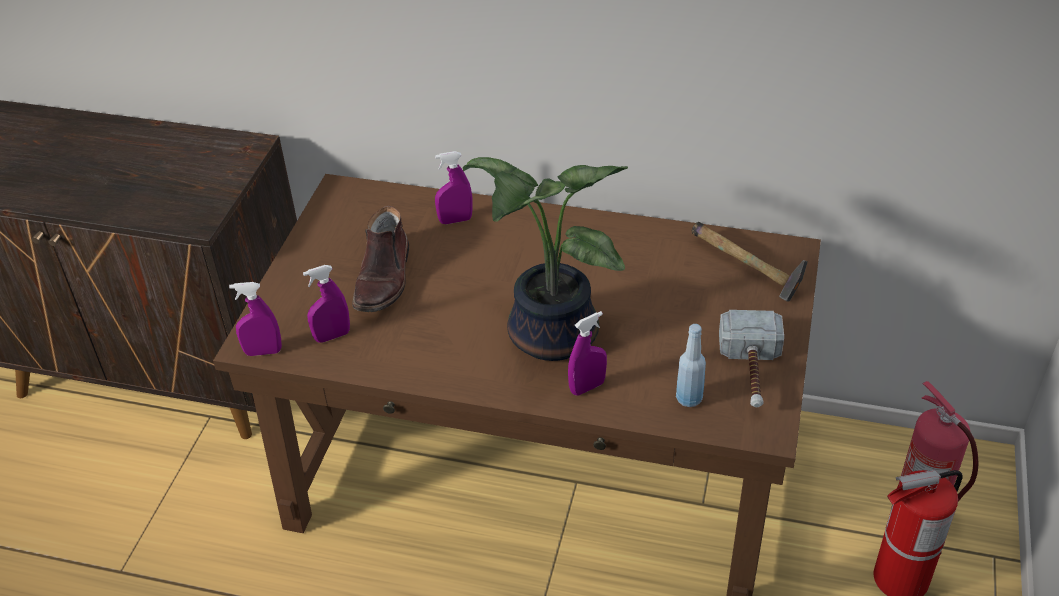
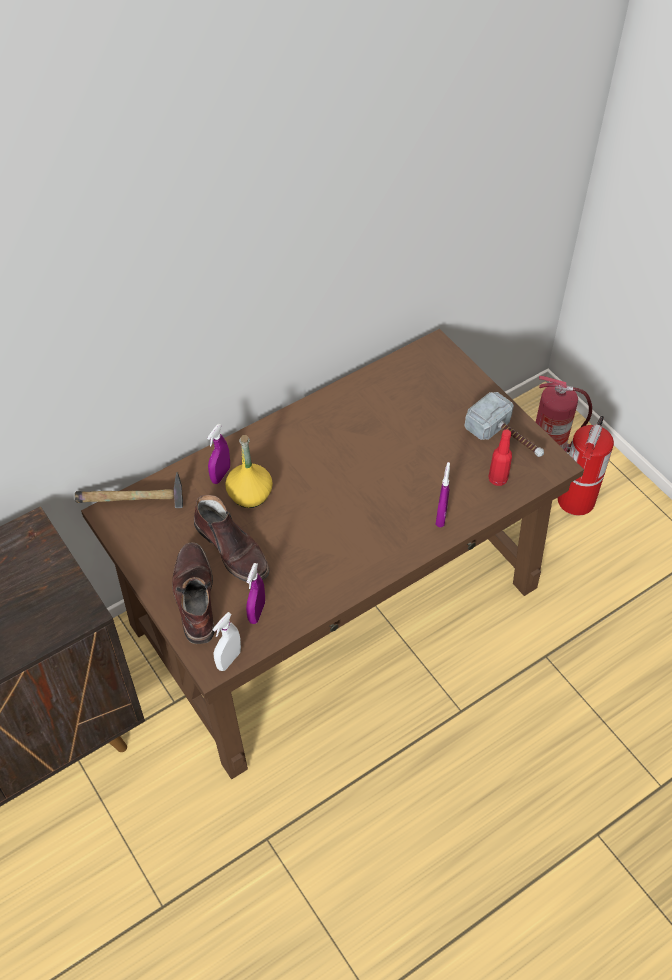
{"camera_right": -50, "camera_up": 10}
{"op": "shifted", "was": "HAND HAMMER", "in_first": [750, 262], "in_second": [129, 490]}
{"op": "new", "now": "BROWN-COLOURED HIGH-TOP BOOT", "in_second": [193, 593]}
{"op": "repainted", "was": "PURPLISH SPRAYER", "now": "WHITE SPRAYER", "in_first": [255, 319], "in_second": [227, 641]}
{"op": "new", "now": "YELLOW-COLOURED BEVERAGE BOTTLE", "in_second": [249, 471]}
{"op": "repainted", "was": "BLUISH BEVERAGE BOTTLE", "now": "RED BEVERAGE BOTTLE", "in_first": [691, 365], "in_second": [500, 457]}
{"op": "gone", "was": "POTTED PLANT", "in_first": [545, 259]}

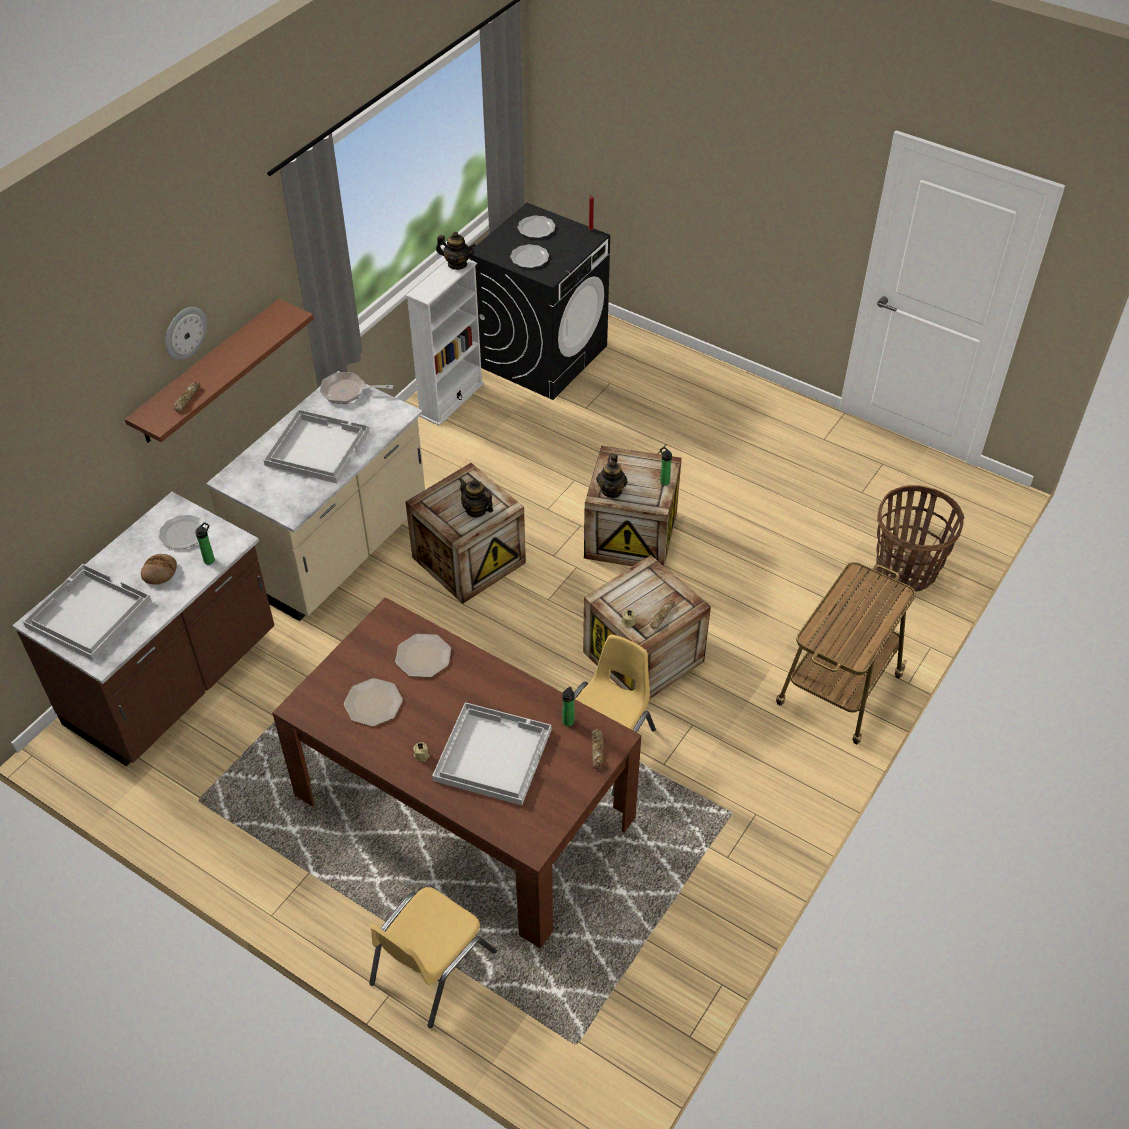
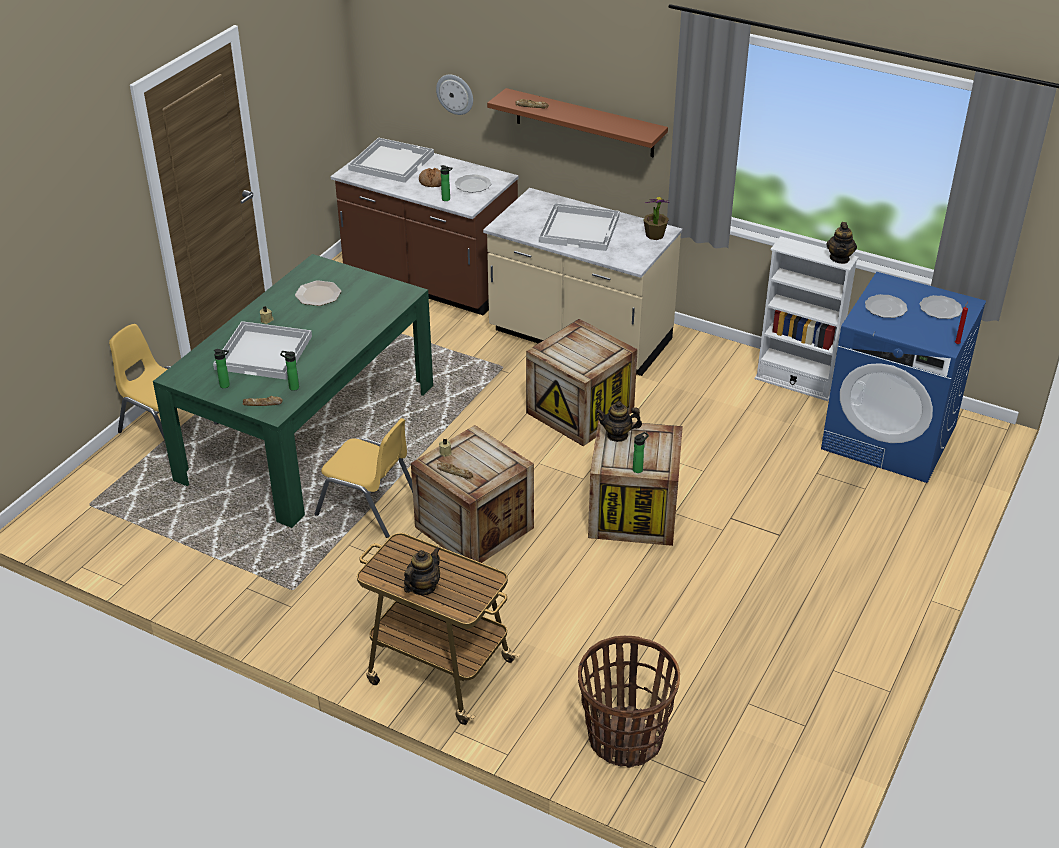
{"camera_right": 85, "camera_up": -10}
{"op": "repainted", "was": "BROWN-COLOURED DINNER TABLE", "now": "GREENISH DINNER TABLE", "in_first": [456, 773], "in_second": [293, 391]}
{"op": "new", "now": "BEVERAGE BOTTLE", "in_second": [222, 368]}
{"op": "shifted", "was": "POT FOR TEA", "in_first": [475, 498], "in_second": [422, 571]}
{"op": "shifted", "was": "CLOCK ON THE WALL", "in_first": [186, 333], "in_second": [454, 95]}
{"op": "swapped", "was": "PAN", "now": "POTTED PLANT", "in_first": [356, 388], "in_second": [656, 218]}
{"op": "repainted", "was": "BLACKISH LAUNDRY MACHINE", "now": "BLUISH LAUNDRY MACHINE", "in_first": [540, 301], "in_second": [903, 377]}
{"op": "gone", "was": "DINNER PLATE", "in_first": [423, 655]}

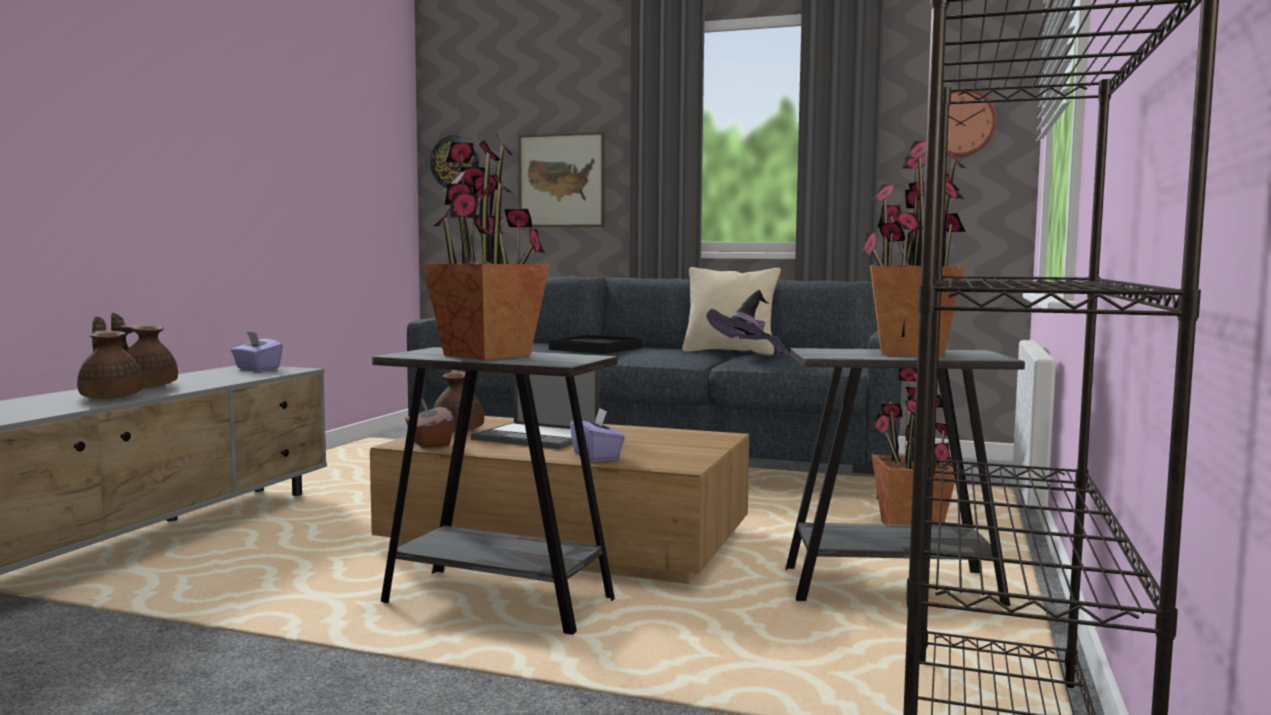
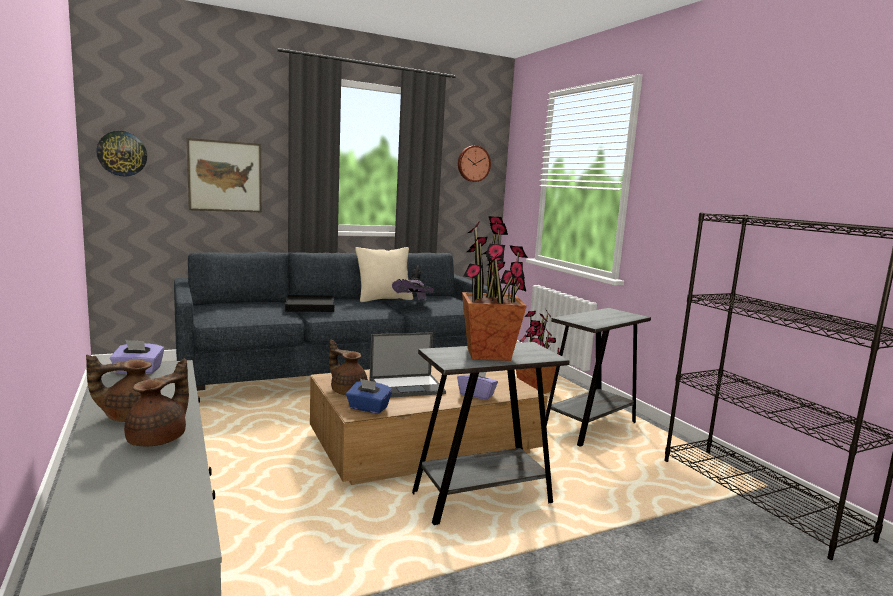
{"camera_right": -45, "camera_up": 5}
{"op": "rotated", "was": "BROWN-COLOURED POT FOR TEA", "in_first": [110, 357], "in_second": [156, 402], "clockwise": 105}
{"op": "repainted", "was": "BROWN-COLOURED BOX OF TISSUES", "now": "BLUISH BOX OF TISSUES", "in_first": [429, 423], "in_second": [369, 396]}
{"op": "gone", "was": "POTTED PLANT", "in_first": [913, 249]}

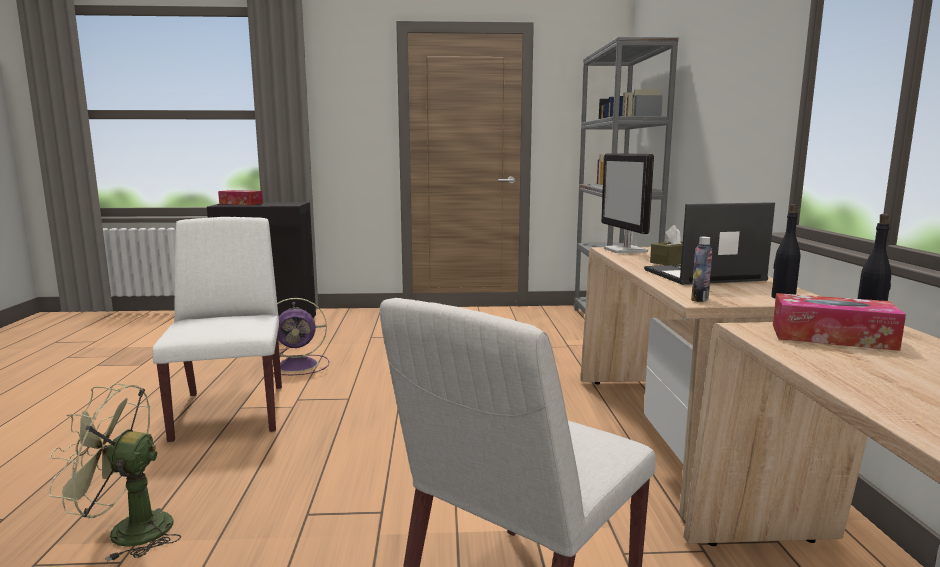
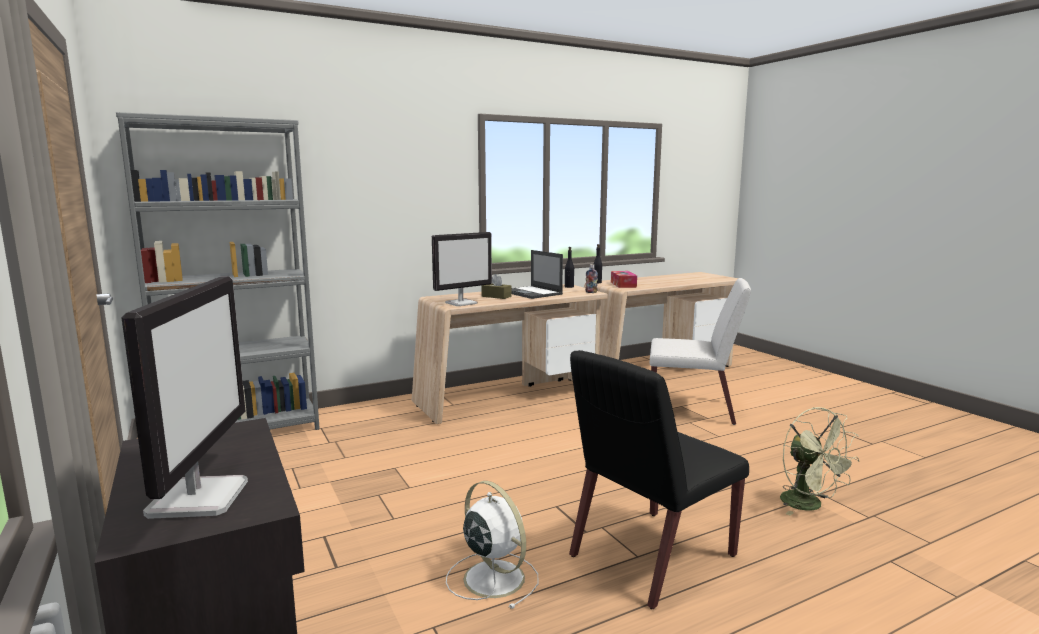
{"camera_right": -115, "camera_up": 0}
{"op": "swapped", "was": "BOX OF TISSUES", "now": "MONITOR", "in_first": [240, 197], "in_second": [185, 397]}
{"op": "repainted", "was": "PURPLISH ELECTRIC FAN", "now": "WHITE ELECTRIC FAN", "in_first": [301, 337], "in_second": [492, 545]}
{"op": "repainted", "was": "WHITE CHAIR", "now": "BLACKISH CHAIR", "in_first": [217, 330], "in_second": [659, 479]}

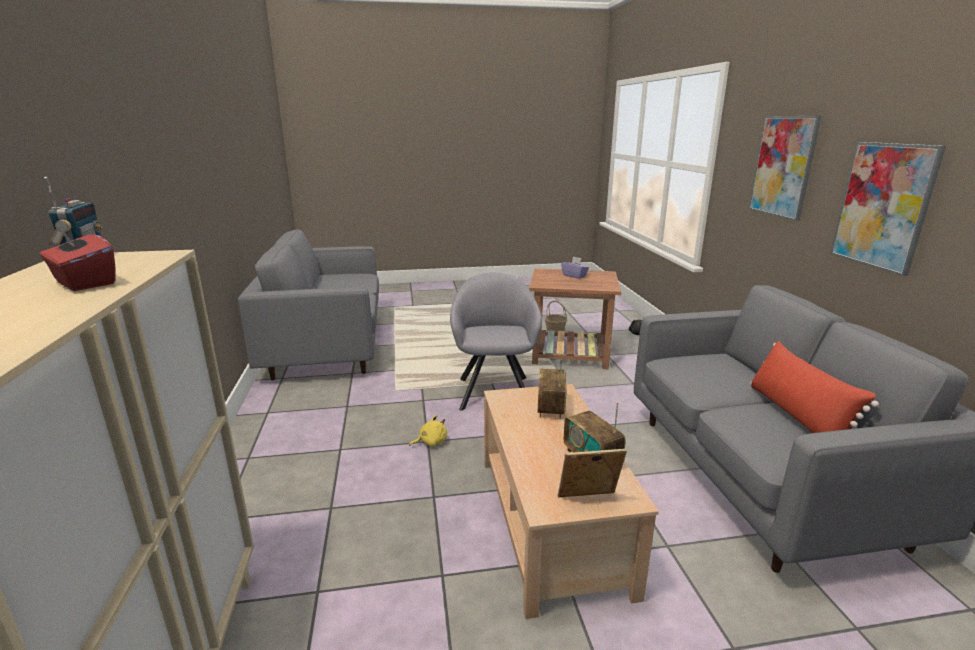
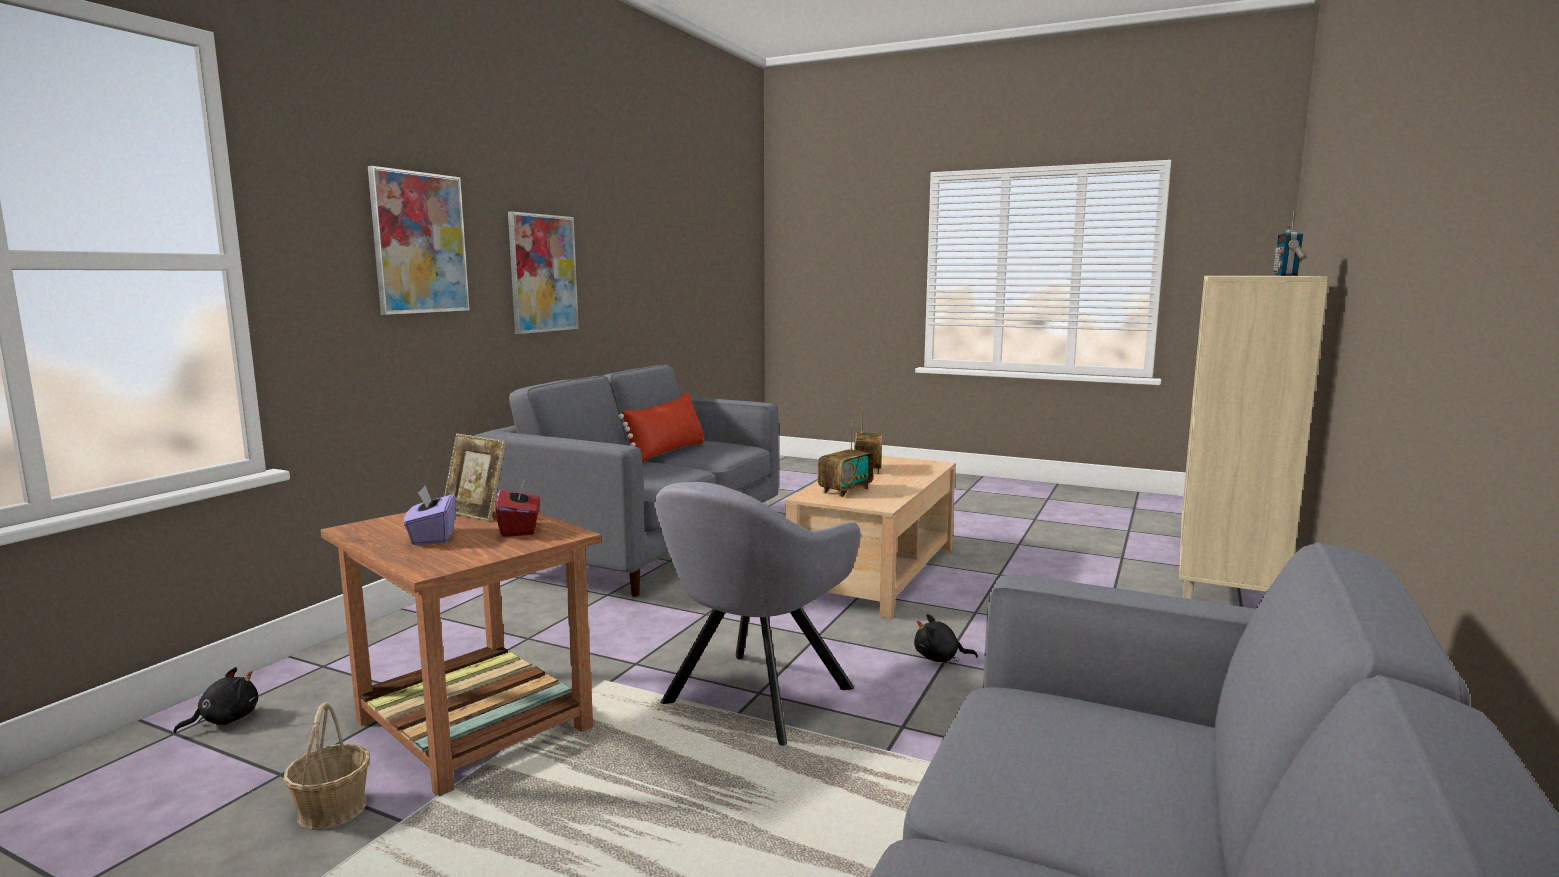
{"camera_right": -145, "camera_up": -10}
{"op": "shifted", "was": "PHOTO FRAME", "in_first": [592, 473], "in_second": [475, 477]}
{"op": "shifted", "was": "RED BOX OF TISSUES", "in_first": [77, 258], "in_second": [517, 507]}
{"op": "repainted", "was": "YELLOW-COLOURED PLUSH TOY", "now": "BLACKISH PLUSH TOY", "in_first": [428, 431], "in_second": [946, 638]}

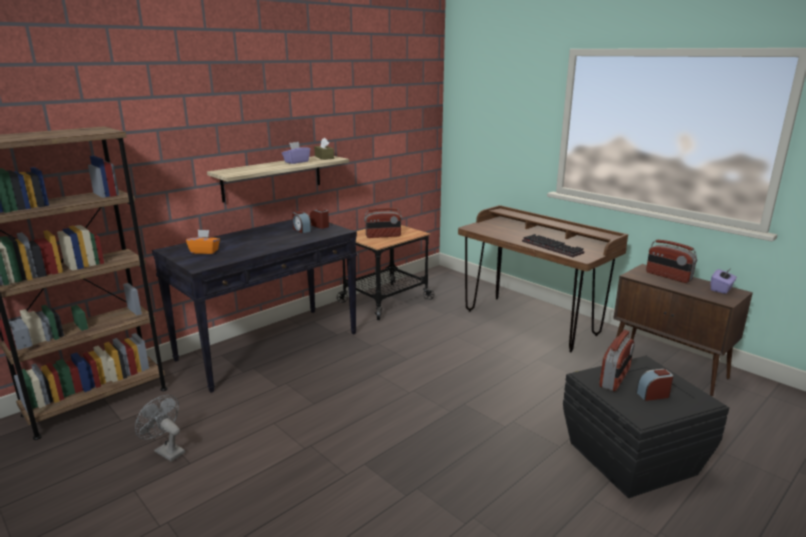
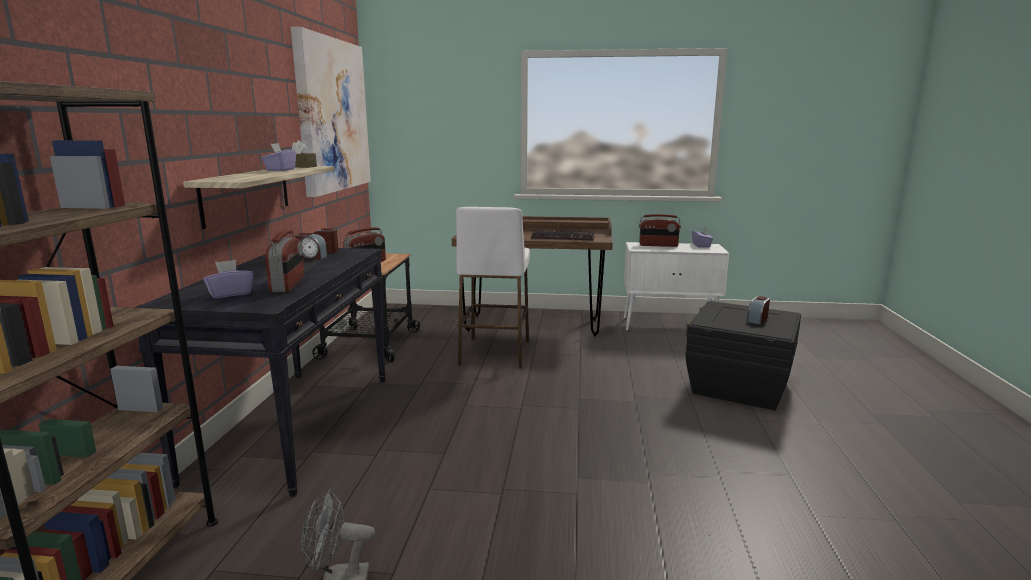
{"camera_right": -40, "camera_up": -5}
{"op": "repainted", "was": "ORANGEY BOX OF TISSUES", "now": "PURPLISH BOX OF TISSUES", "in_first": [203, 242], "in_second": [228, 279]}
{"op": "shifted", "was": "RADIO", "in_first": [617, 360], "in_second": [284, 261]}
{"op": "new", "now": "WALL ART", "in_second": [331, 112]}
{"op": "new", "now": "WHITE STOOL", "in_second": [493, 288]}
{"op": "repainted", "was": "BROWN-COLOURED CABINET", "now": "WHITE CABINET", "in_first": [683, 330], "in_second": [676, 286]}

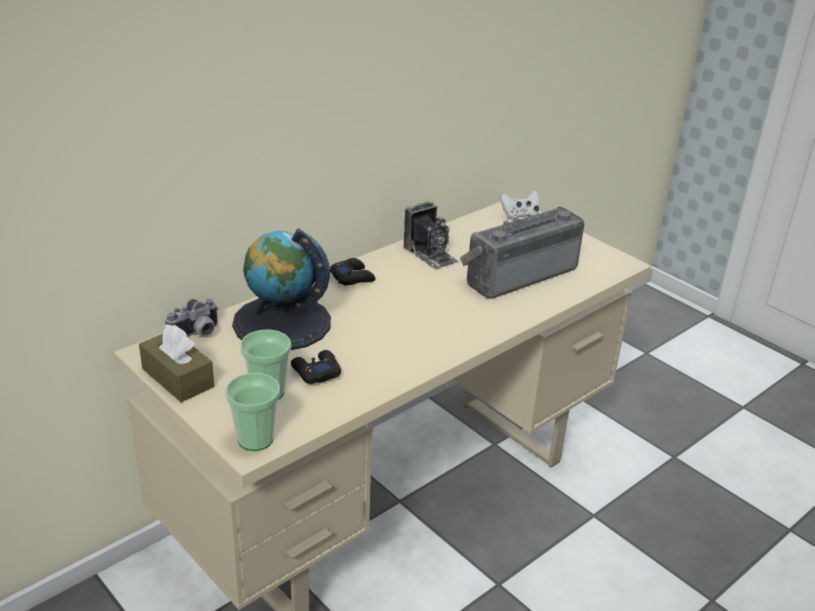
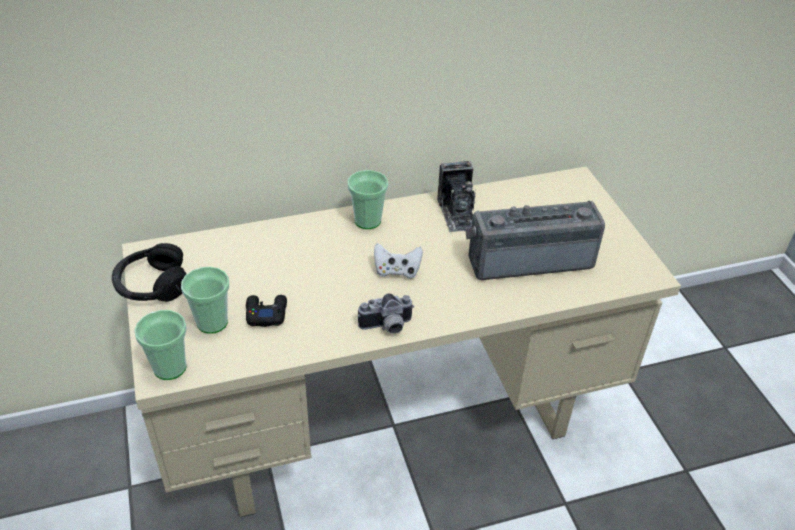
{"camera_right": 25, "camera_up": 10}
{"op": "swapped", "was": "BROWN-COLOURED BOX OF TISSUES", "now": "BLACKISH HEADSET", "in_first": [176, 363], "in_second": [149, 272]}
{"op": "swapped", "was": "BLACKISH JOYPAD", "now": "DRINKING CUP", "in_first": [353, 271], "in_second": [368, 199]}
{"op": "shifted", "was": "PHOTO CAMERA", "in_first": [192, 317], "in_second": [386, 313]}
{"op": "shifted", "was": "WHITE JOYPAD", "in_first": [520, 205], "in_second": [398, 261]}
{"op": "gone", "was": "GLOBE", "in_first": [281, 289]}

